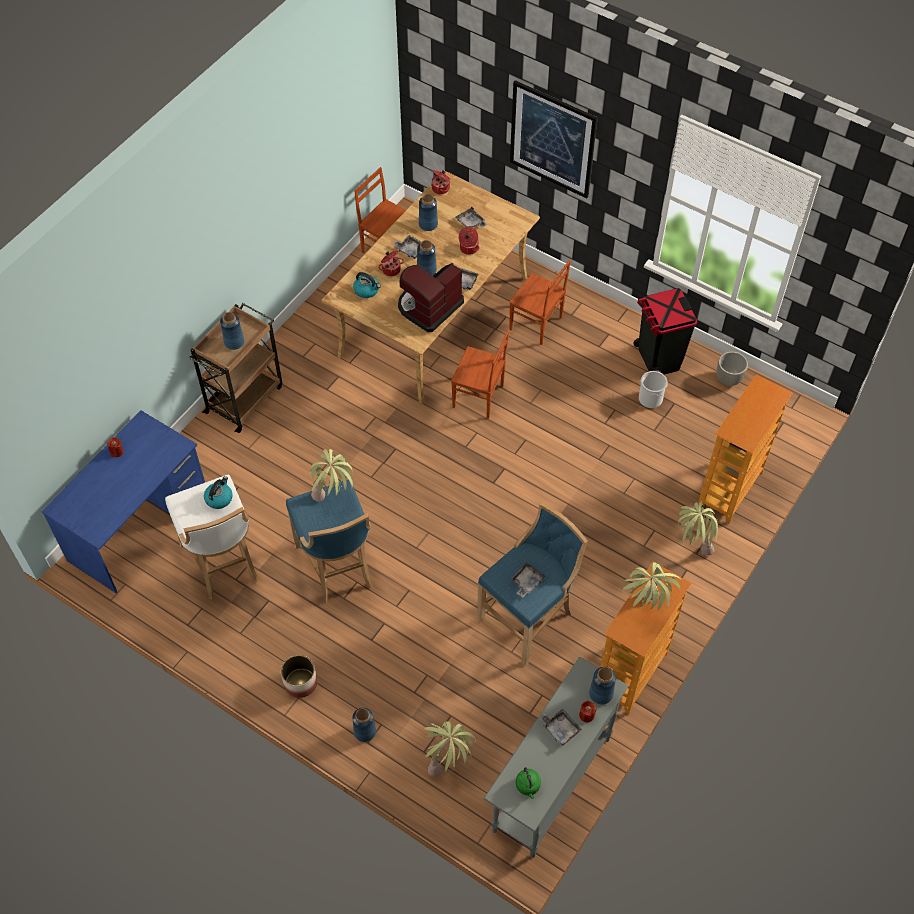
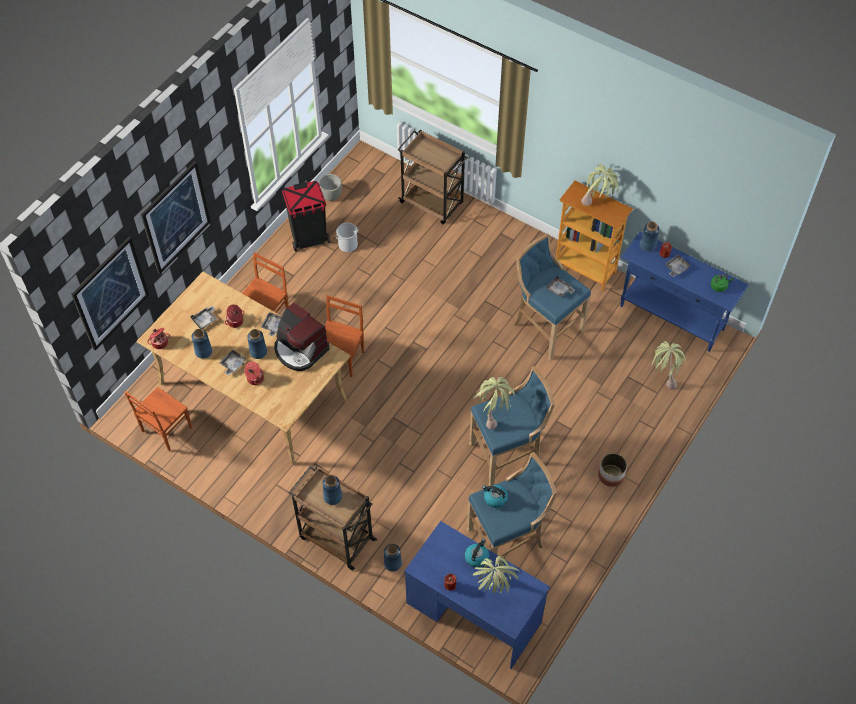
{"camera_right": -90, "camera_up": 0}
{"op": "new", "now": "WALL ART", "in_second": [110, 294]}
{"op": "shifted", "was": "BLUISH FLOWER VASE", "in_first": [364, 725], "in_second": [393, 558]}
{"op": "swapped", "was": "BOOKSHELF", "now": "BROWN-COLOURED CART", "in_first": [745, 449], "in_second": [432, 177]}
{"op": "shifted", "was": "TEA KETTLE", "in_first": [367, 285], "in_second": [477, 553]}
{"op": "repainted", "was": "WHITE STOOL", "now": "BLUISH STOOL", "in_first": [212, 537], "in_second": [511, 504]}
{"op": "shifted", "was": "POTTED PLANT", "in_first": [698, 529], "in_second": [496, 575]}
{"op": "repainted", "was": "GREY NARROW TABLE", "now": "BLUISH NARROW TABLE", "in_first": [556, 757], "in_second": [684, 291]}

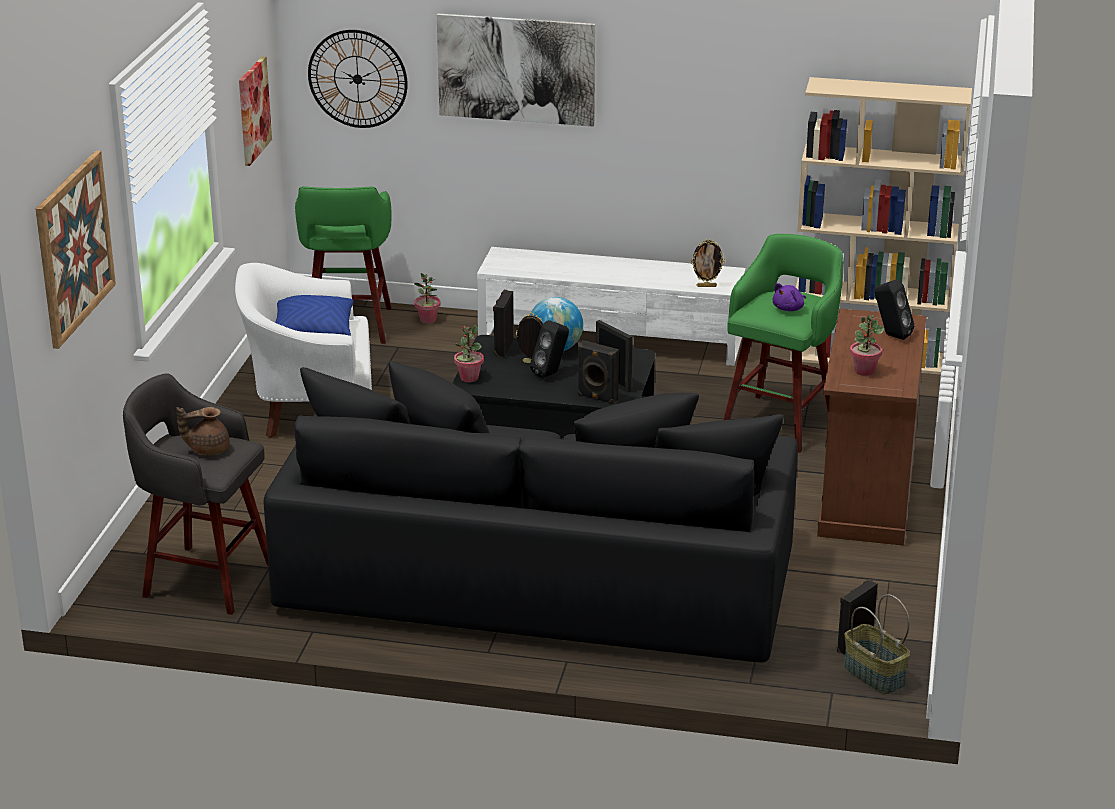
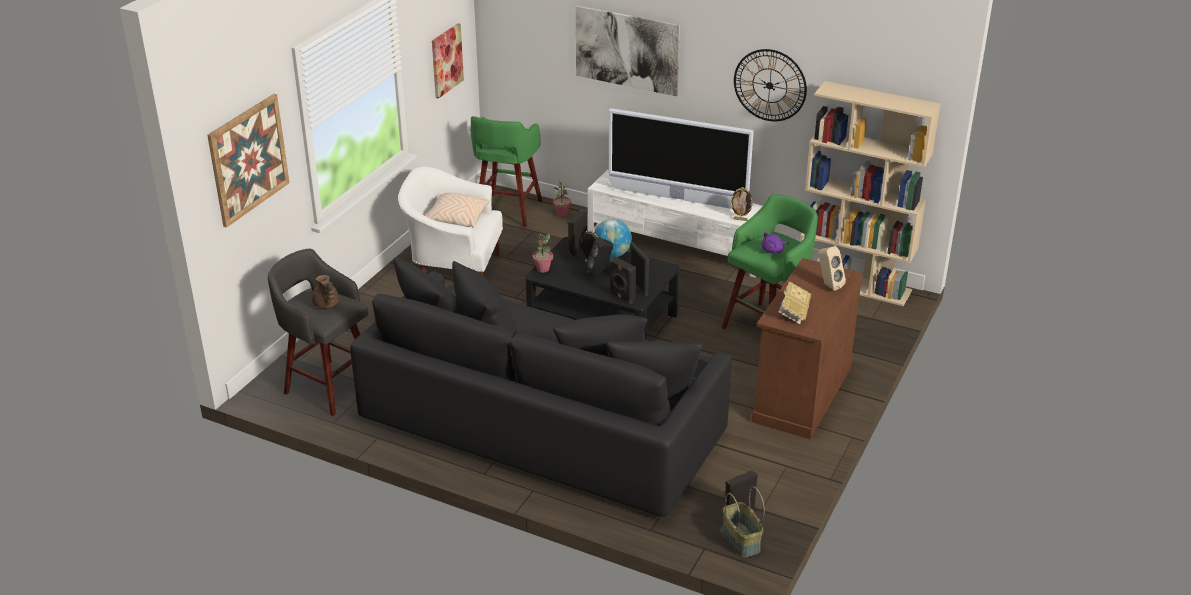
{"camera_right": 15, "camera_up": 5}
{"op": "rotated", "was": "BROWN-COLOURED POT FOR TEA", "in_first": [203, 431], "in_second": [325, 291], "clockwise": -120}
{"op": "repainted", "was": "BLUISH CUSHION", "now": "BEIGE CUSHION", "in_first": [314, 315], "in_second": [457, 210]}
{"op": "new", "now": "TELEVISION", "in_second": [681, 158]}
{"op": "shifted", "was": "CLOCK ON THE WALL", "in_first": [358, 79], "in_second": [770, 85]}
{"op": "swapped", "was": "POTTED PLANT", "now": "BOOK", "in_first": [867, 345], "in_second": [795, 302]}
{"op": "repainted", "was": "BLACKISH SPEAKER", "now": "BEIGE SPEAKER", "in_first": [894, 309], "in_second": [832, 268]}

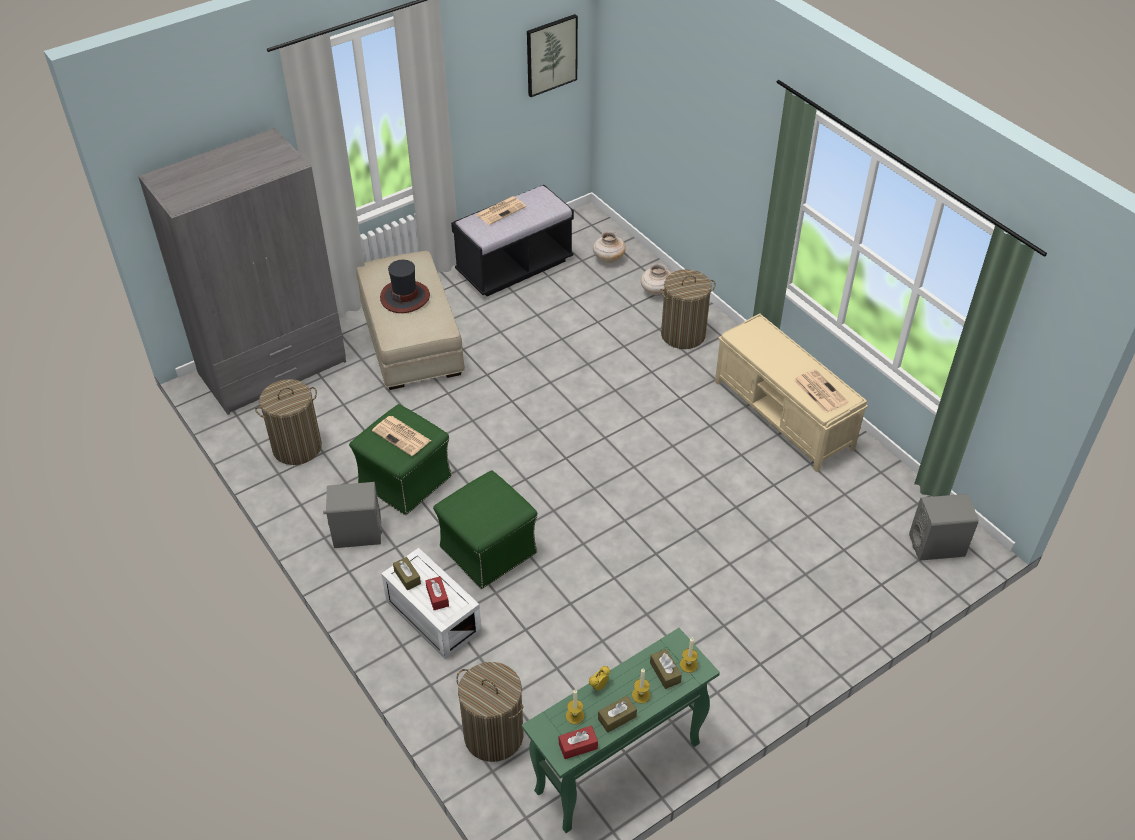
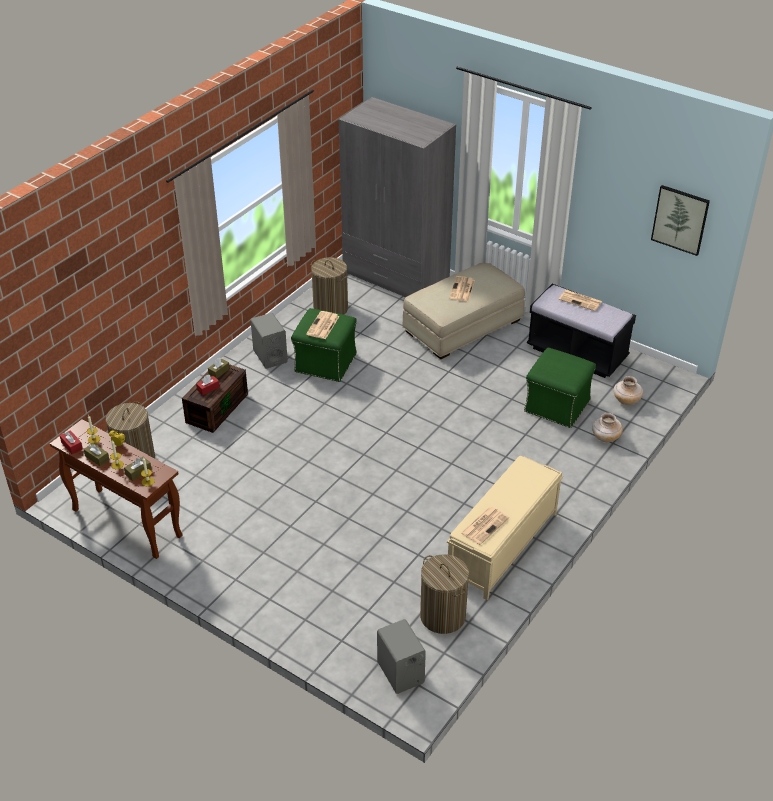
{"camera_right": 70, "camera_up": -5}
{"op": "repainted", "was": "GREENISH NARROW TABLE", "now": "BROWN-COLOURED NARROW TABLE", "in_first": [621, 730], "in_second": [116, 489]}
{"op": "repainted", "was": "WHITE STORAGE CONTAINER", "now": "BROWN-COLOURED STORAGE CONTAINER", "in_first": [431, 603], "in_second": [215, 398]}
{"op": "shifted", "was": "HAMPER", "in_first": [688, 309], "in_second": [444, 594]}
{"op": "swapped", "was": "HAT", "now": "PRINTED PAPER", "in_first": [405, 286], "in_second": [462, 289]}
{"op": "shifted", "was": "GREENISH FOOTREST", "in_first": [485, 529], "in_second": [560, 388]}

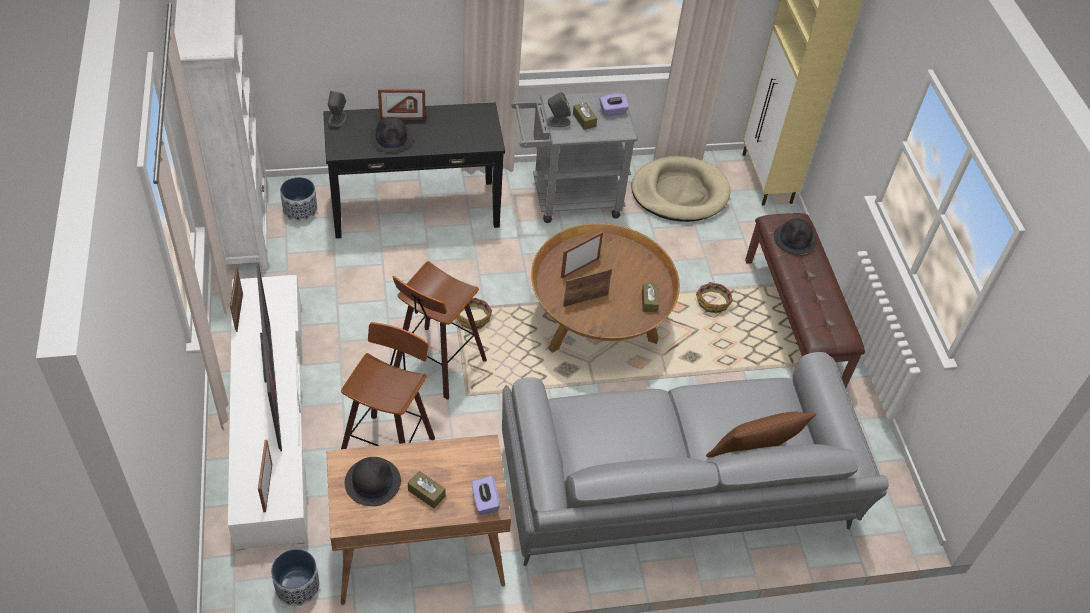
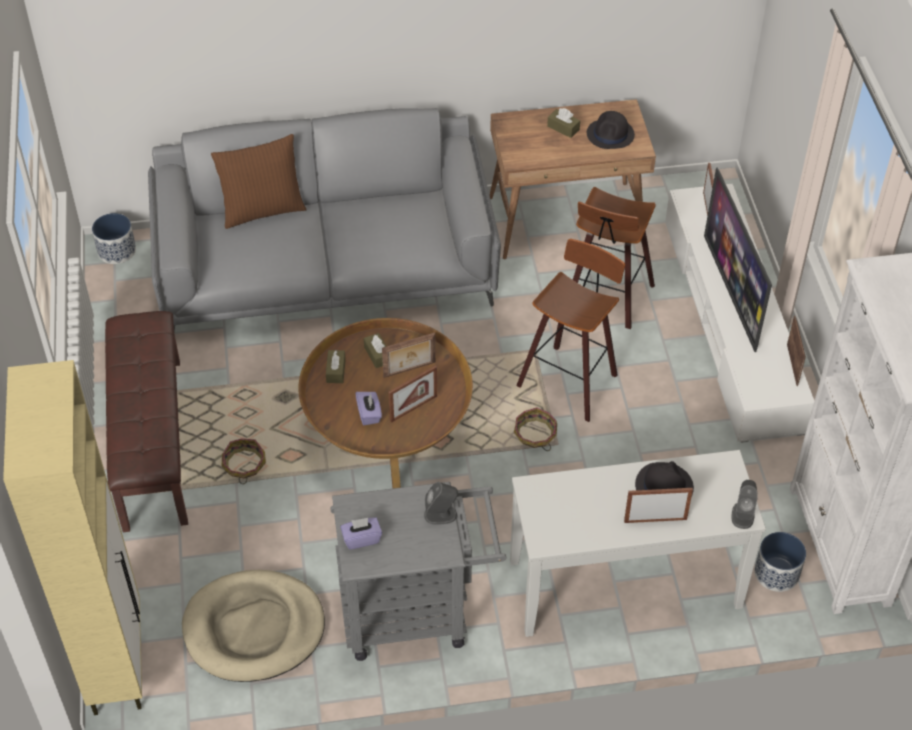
{"camera_right": -175, "camera_up": 0}
{"op": "shifted", "was": "FLOWER POT", "in_first": [295, 577], "in_second": [114, 238]}
{"op": "shifted", "was": "PURPLISH BOX OF TISSUES", "in_first": [486, 495], "in_second": [368, 408]}
{"op": "shifted", "was": "BROWN-COLOURED BOX OF TISSUES", "in_first": [585, 116], "in_second": [375, 350]}
{"op": "repainted", "was": "BLACKISH NARROW TABLE", "now": "WHITE NARROW TABLE", "in_first": [414, 171], "in_second": [638, 543]}
{"op": "gone", "was": "BLACKISH HAT", "in_first": [795, 236]}

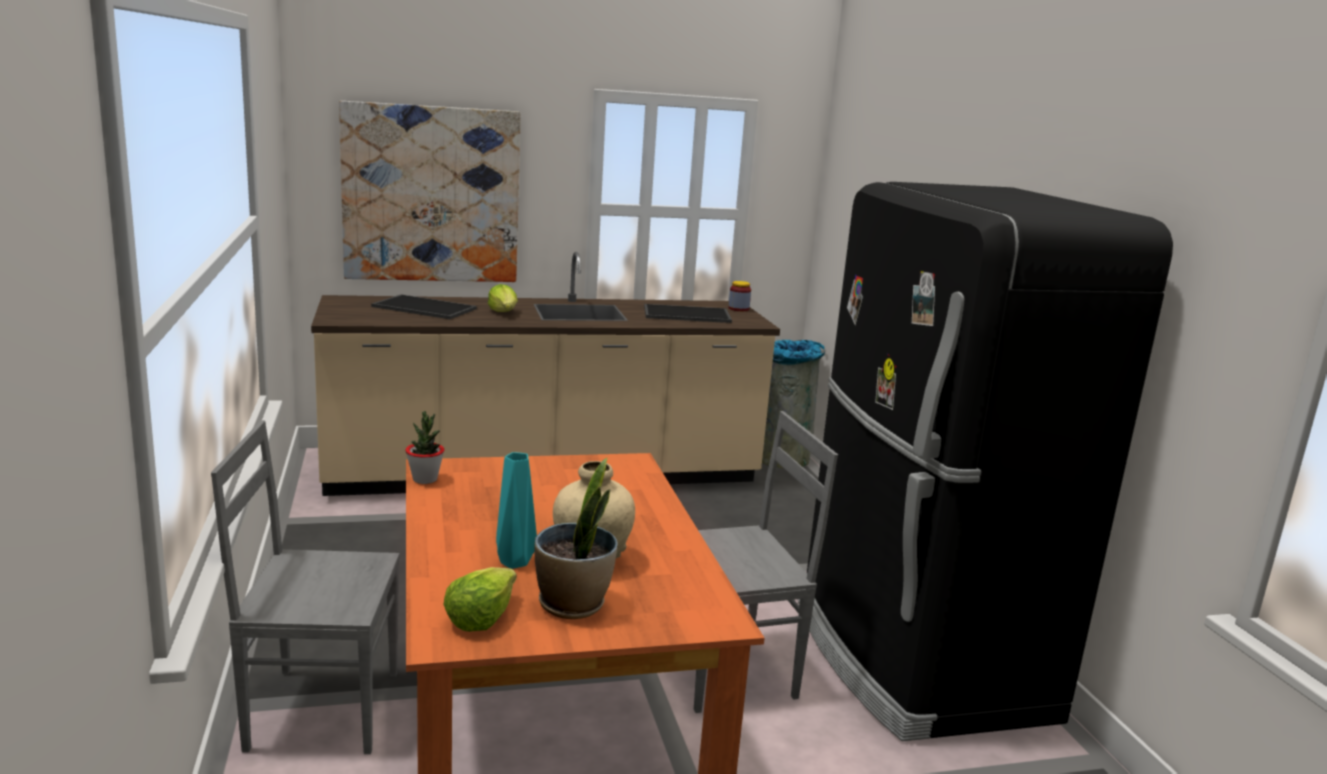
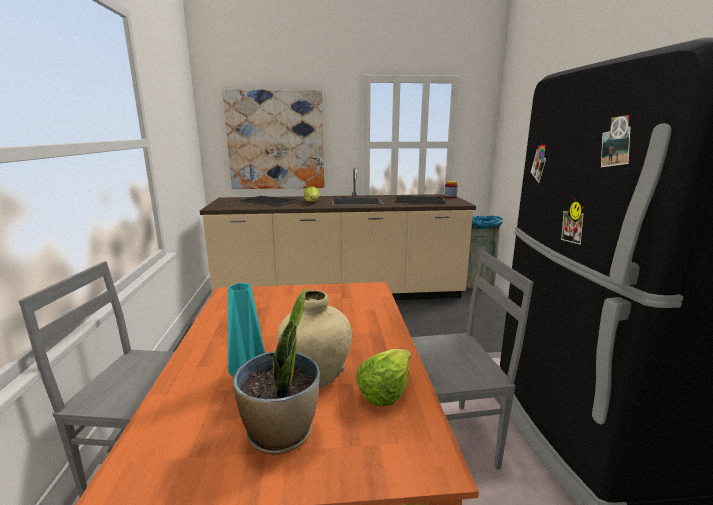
{"camera_right": 10, "camera_up": 0}
{"op": "shifted", "was": "LETTUCE", "in_first": [480, 599], "in_second": [383, 377]}
{"op": "gone", "was": "POTTED PLANT", "in_first": [425, 447]}

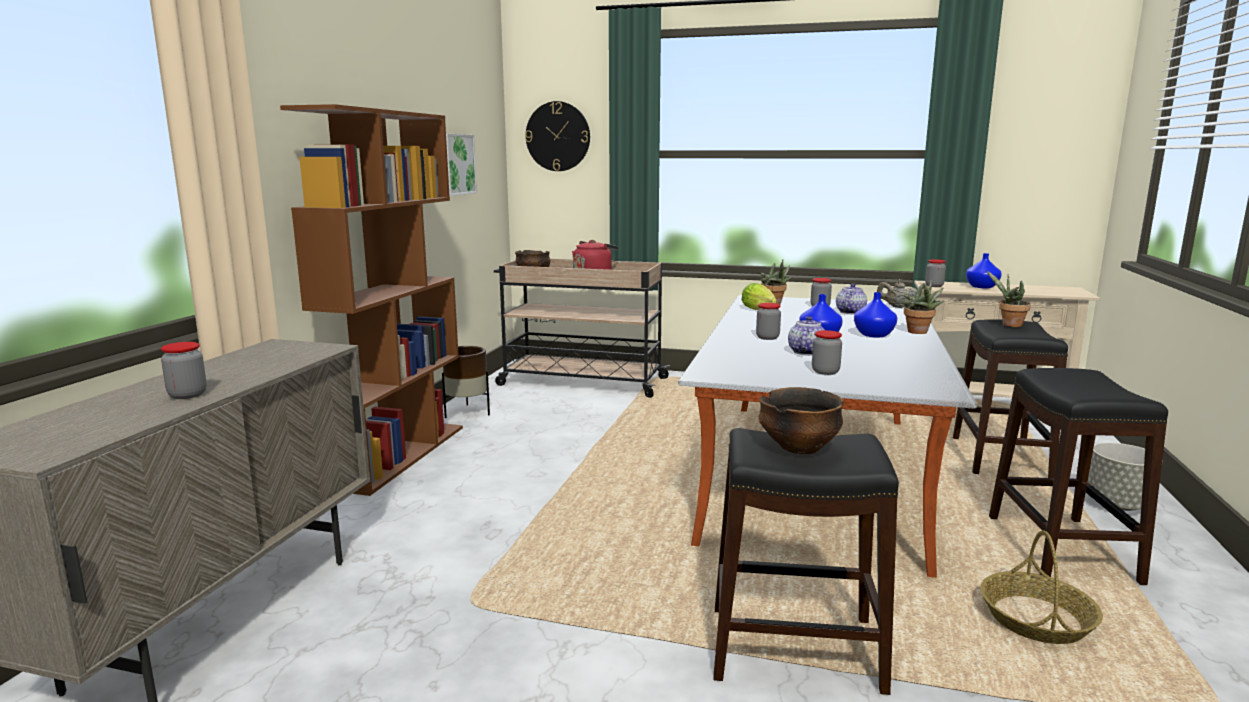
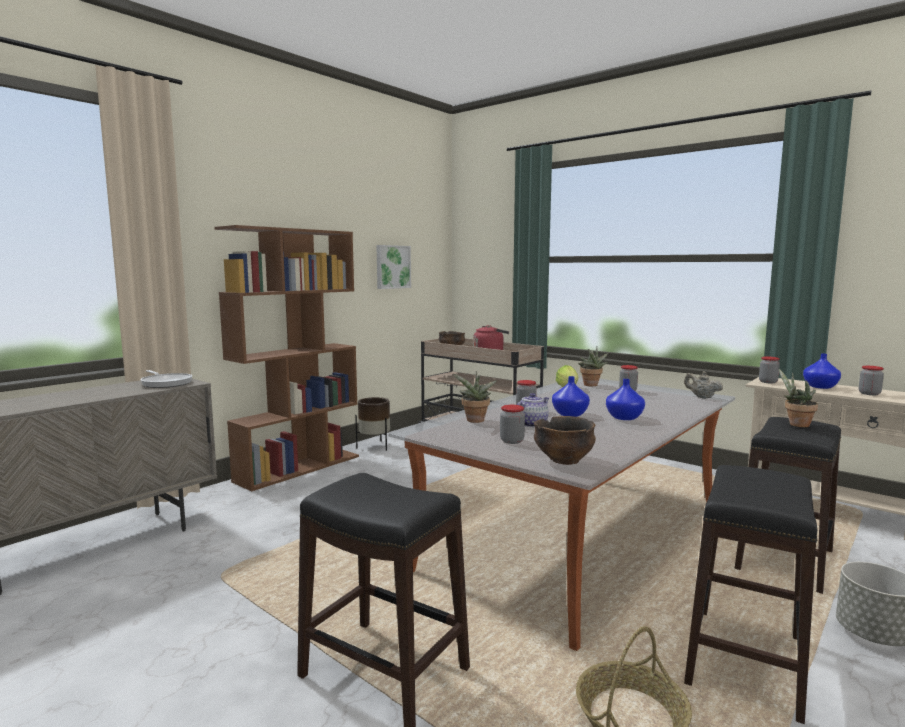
{"camera_right": 25, "camera_up": -5}
{"op": "new", "now": "PAN", "in_second": [166, 379]}
{"op": "shifted", "was": "POTTED PLANT", "in_first": [923, 306], "in_second": [475, 397]}
{"op": "shifted", "was": "BOWL", "in_first": [801, 420], "in_second": [565, 440]}
{"op": "shifted", "was": "STORAGE JAR", "in_first": [184, 370], "in_second": [871, 380]}
{"op": "gone", "was": "CLOCK ON THE WALL", "in_first": [557, 136]}
{"op": "gone", "was": "POT FOR TEA", "in_first": [851, 298]}

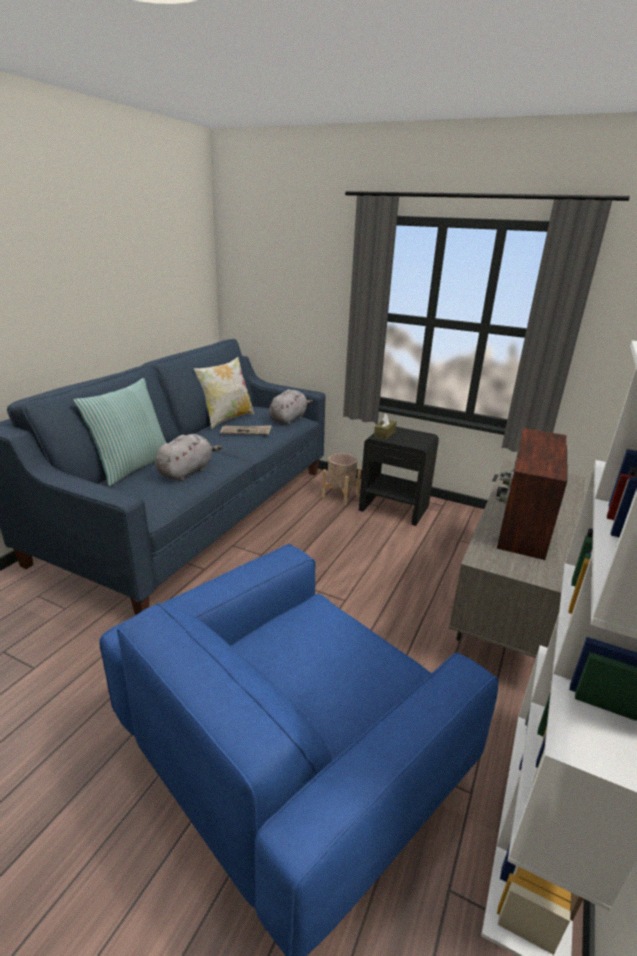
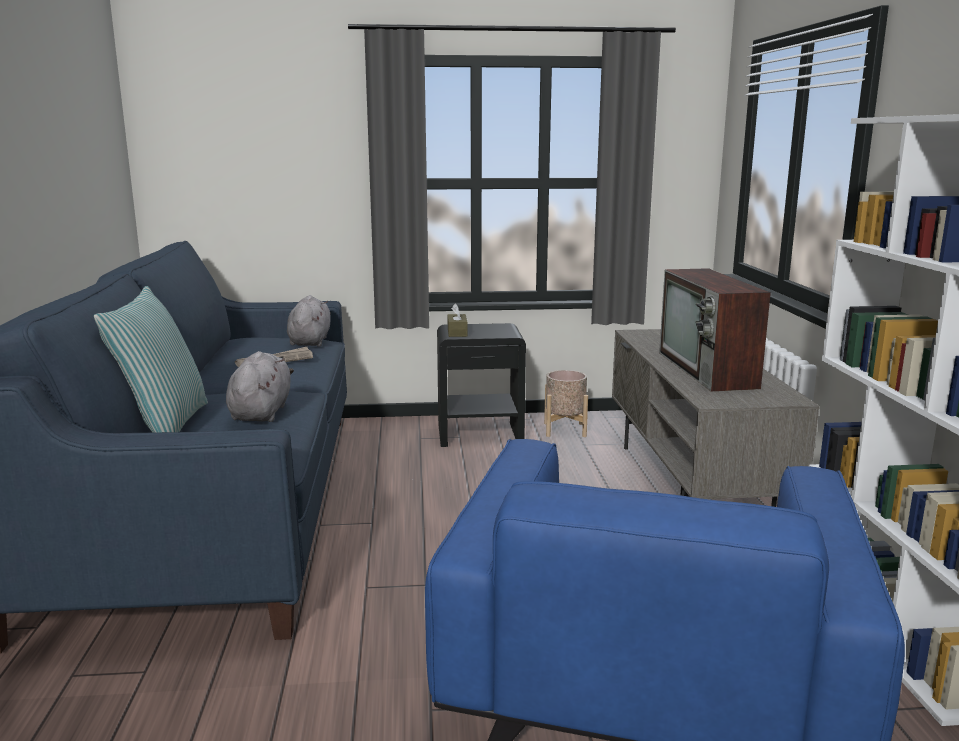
{"camera_right": -30, "camera_up": -10}
{"op": "shifted", "was": "BEIGE FLOWER POT", "in_first": [341, 479], "in_second": [566, 403]}
{"op": "gone", "was": "CUSHION", "in_first": [223, 393]}

